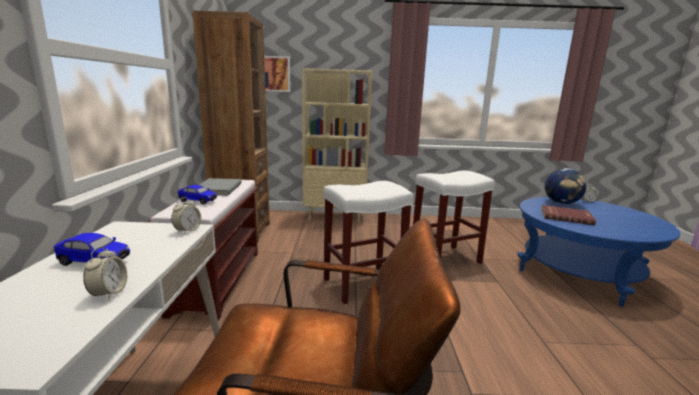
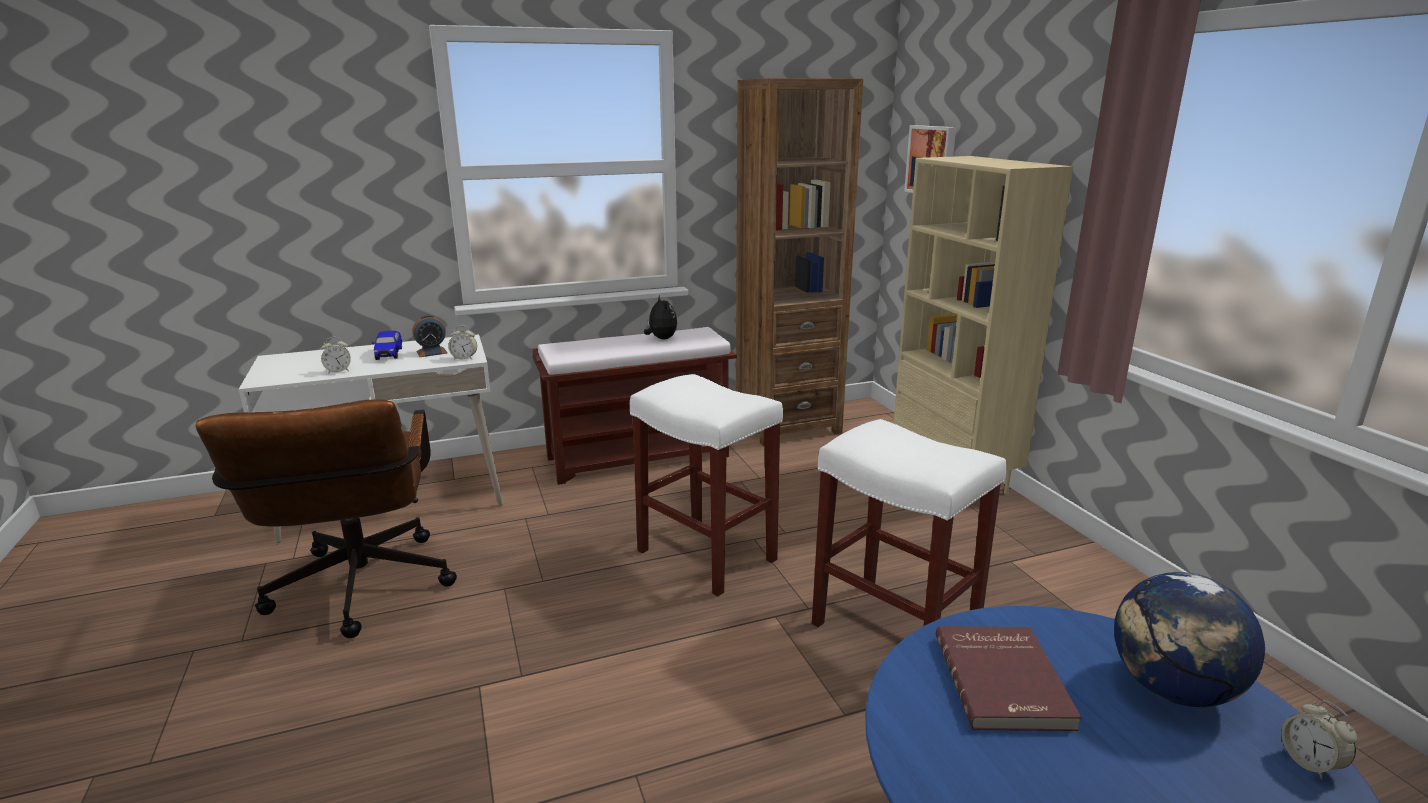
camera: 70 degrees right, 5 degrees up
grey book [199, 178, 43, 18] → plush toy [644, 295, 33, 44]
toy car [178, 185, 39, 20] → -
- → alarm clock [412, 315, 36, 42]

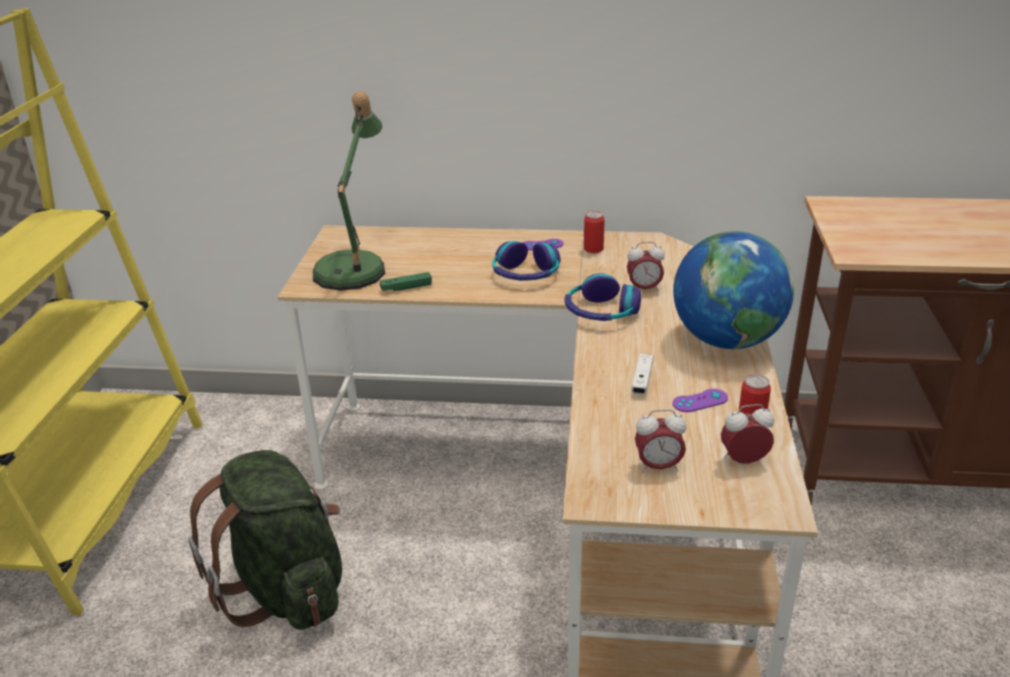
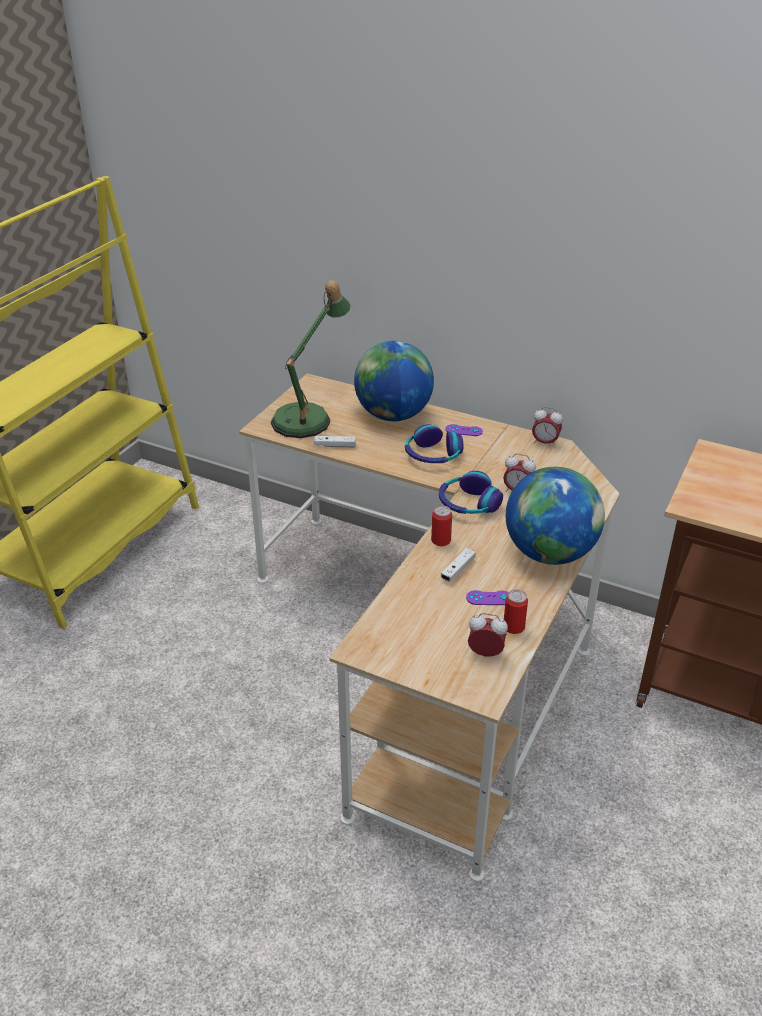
camera: 20 degrees right, 5 degrees up
can [584, 211, 21, 42] → can [431, 506, 21, 40], move
green game controller [380, 272, 52, 19] → white game controller [314, 436, 42, 11]
alarm clock [635, 409, 51, 64] → alarm clock [532, 407, 31, 40], move
green backpack [188, 450, 154, 180] → -
- → globe [354, 341, 80, 80]

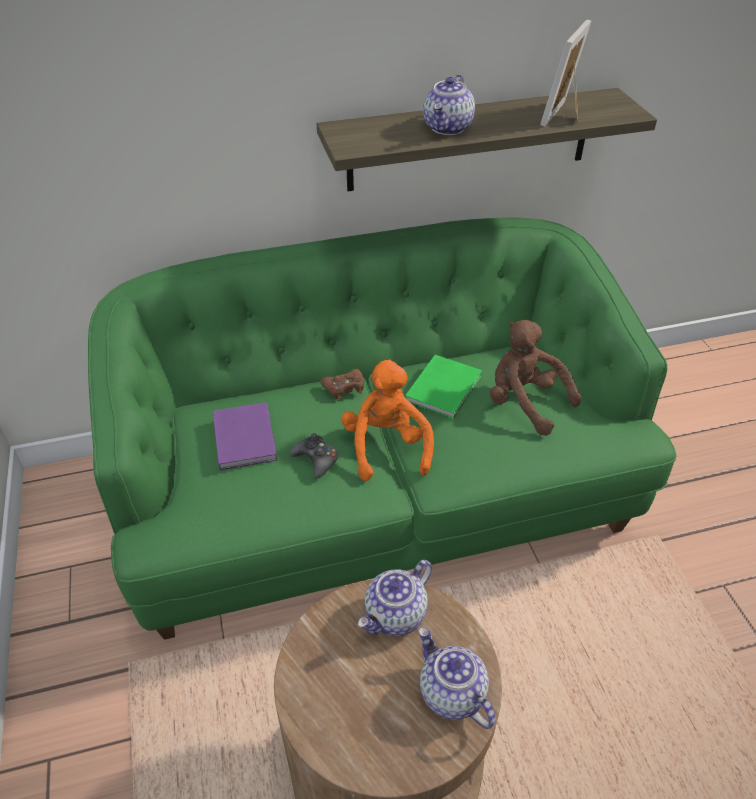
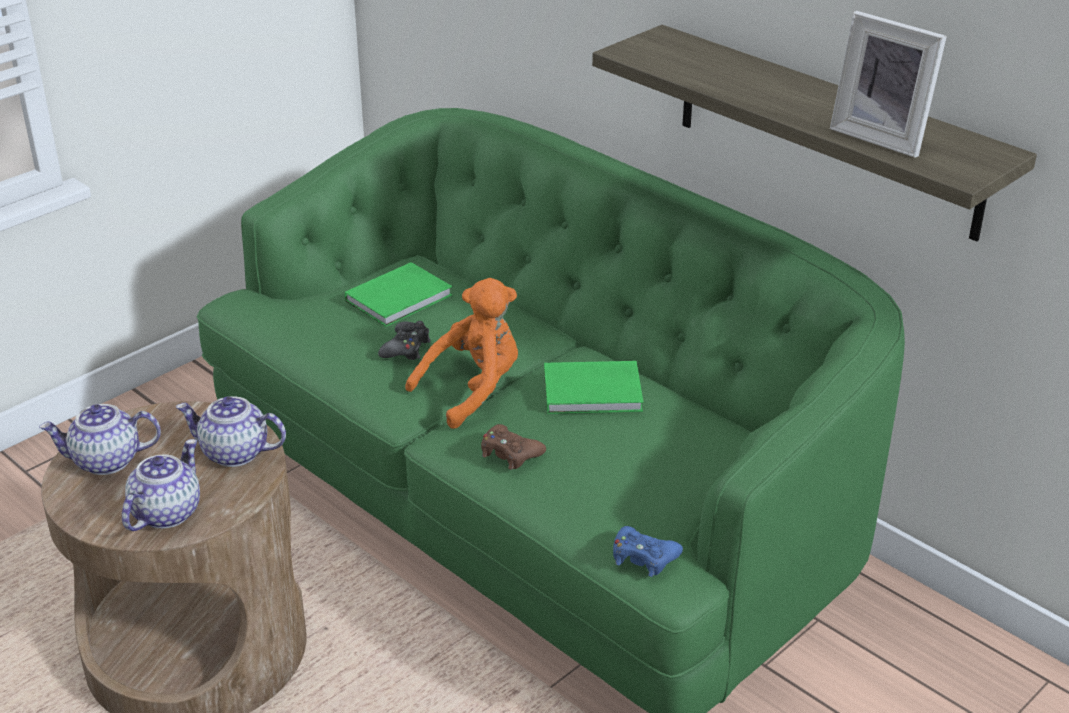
camera: 60 degrees right, 10 degrees down
picture frame [540, 20, 51, 107] → picture frame [830, 11, 117, 147], 135 degrees counterclockwise
teapot [423, 75, 52, 60] → teapot [39, 404, 122, 71], move
brown plush toy [490, 320, 92, 116] → -
brown game controller [320, 369, 44, 31] → brown game controller [481, 424, 65, 46], move
purple book [213, 402, 64, 68] → green book [345, 262, 107, 65]
- → blue game controller [613, 526, 70, 51]

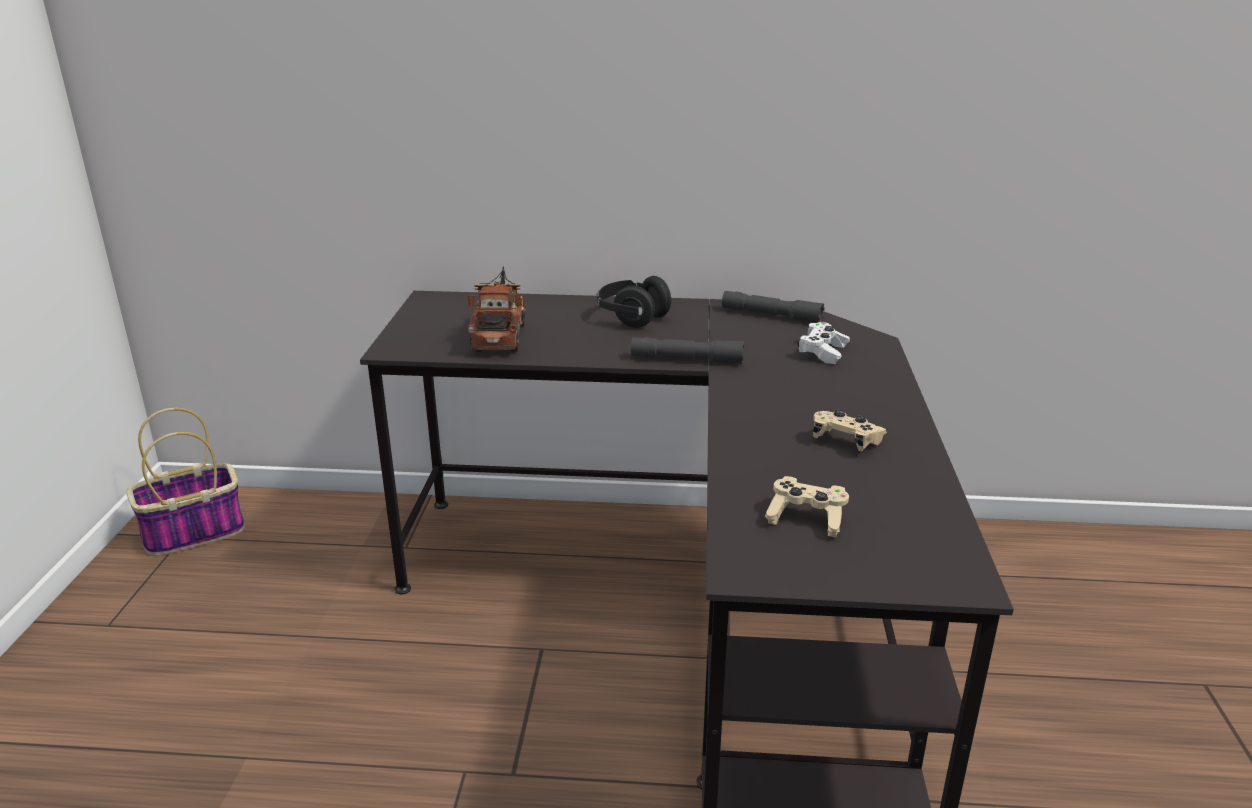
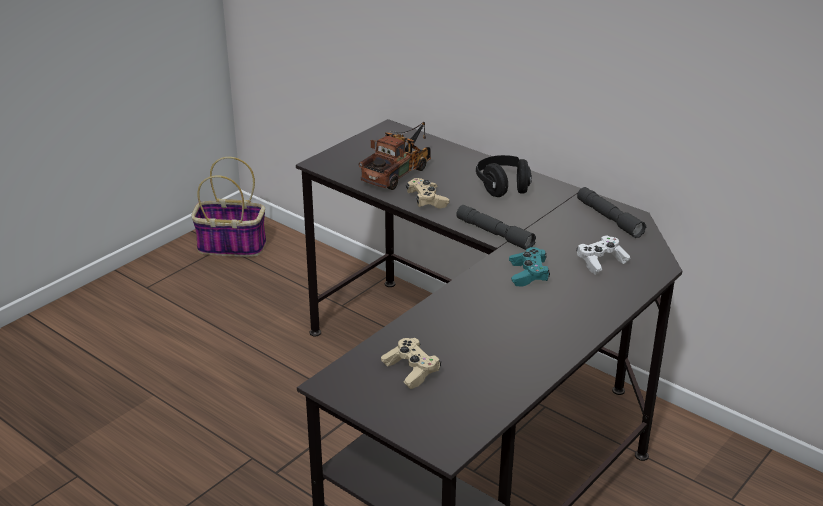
camera: 35 degrees right, 5 degrees up
beige game controller [813, 410, 74, 41] → beige game controller [406, 178, 43, 31], move
- → turquoise game controller [509, 247, 41, 39]

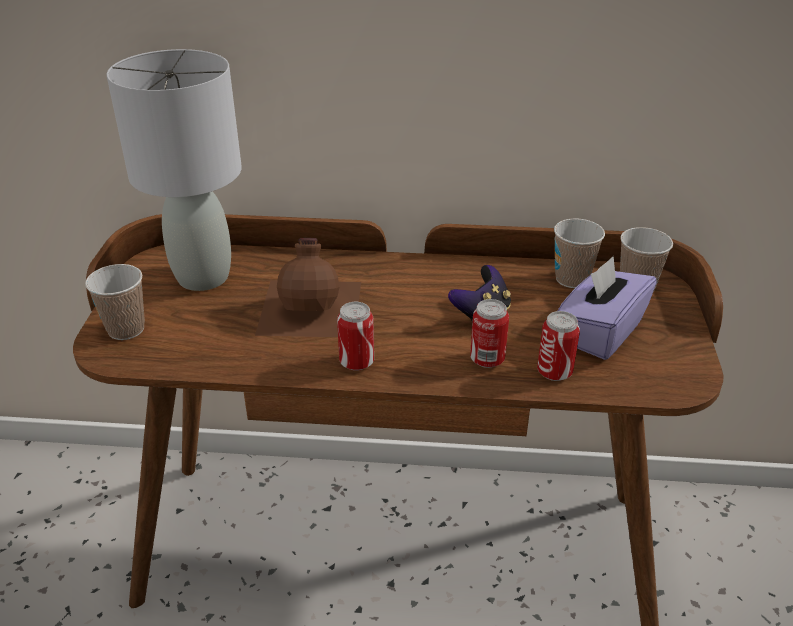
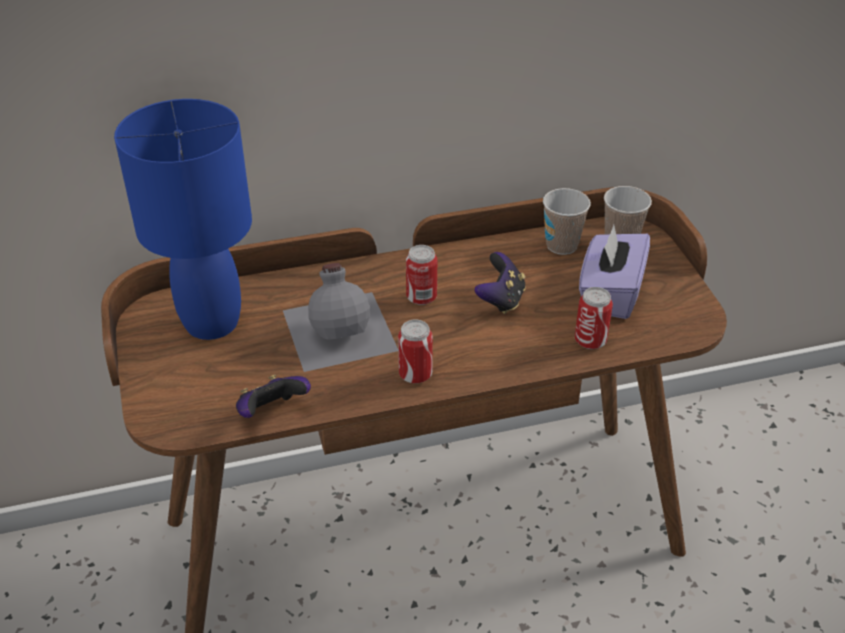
camera: 20 degrees left, 5 degrees up
grey table lamp [107, 49, 135, 242] → blue table lamp [114, 99, 138, 241]
brown bottle [255, 238, 106, 99] → grey bottle [283, 263, 115, 109]
cup [85, 264, 60, 76] → -
can [470, 299, 39, 69] → can [406, 245, 31, 60], move
- → game controller [236, 375, 75, 43]

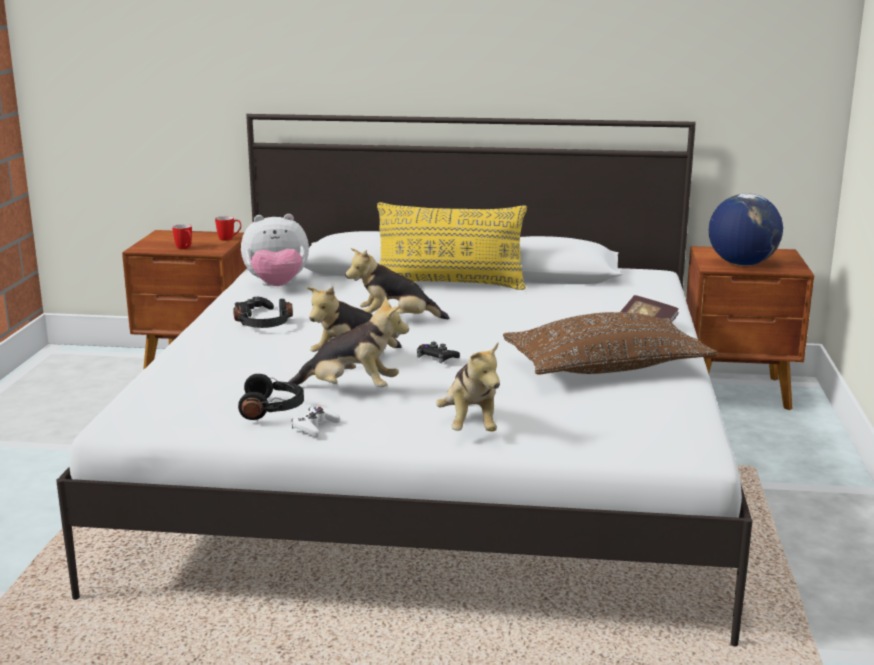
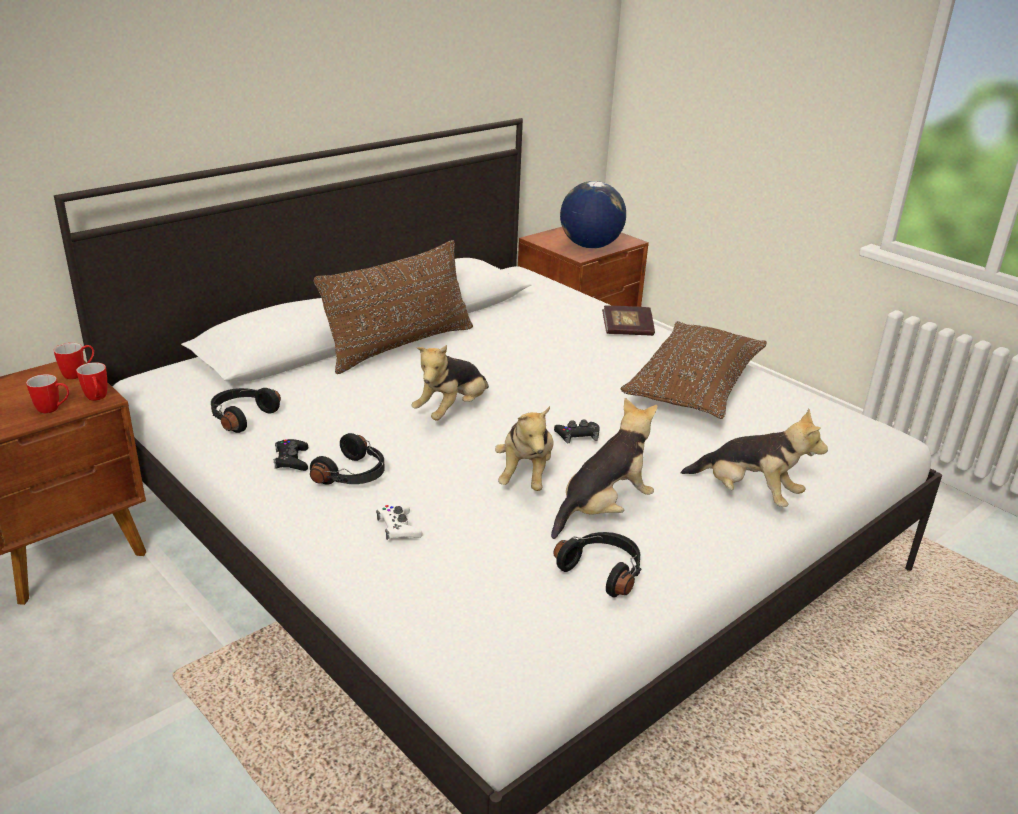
camera: 50 degrees left, 10 degrees up
yellow pillow [377, 202, 150, 88] → brown pillow [314, 240, 159, 134]
plush toy [241, 214, 68, 72] → black headphones [211, 388, 70, 45]
white game controller [291, 407, 49, 31] → white game controller [376, 504, 46, 36], move
- → mug [76, 362, 31, 39]

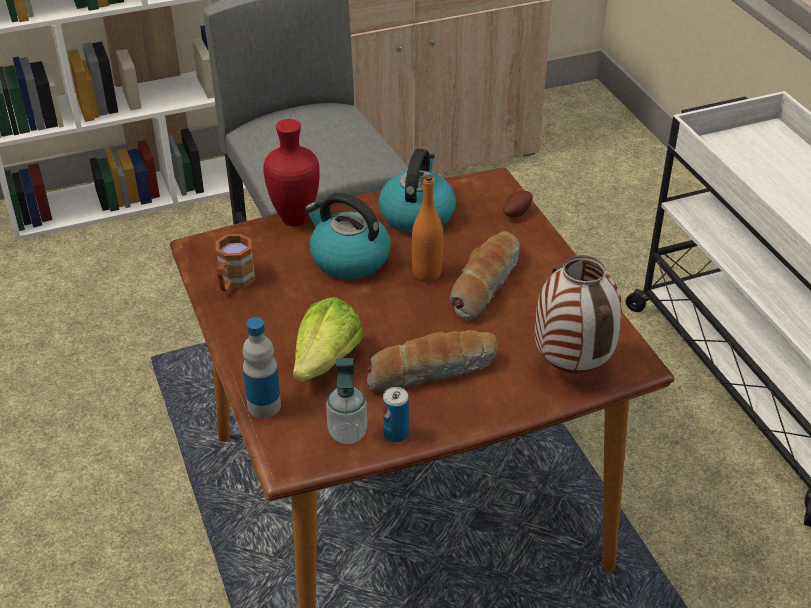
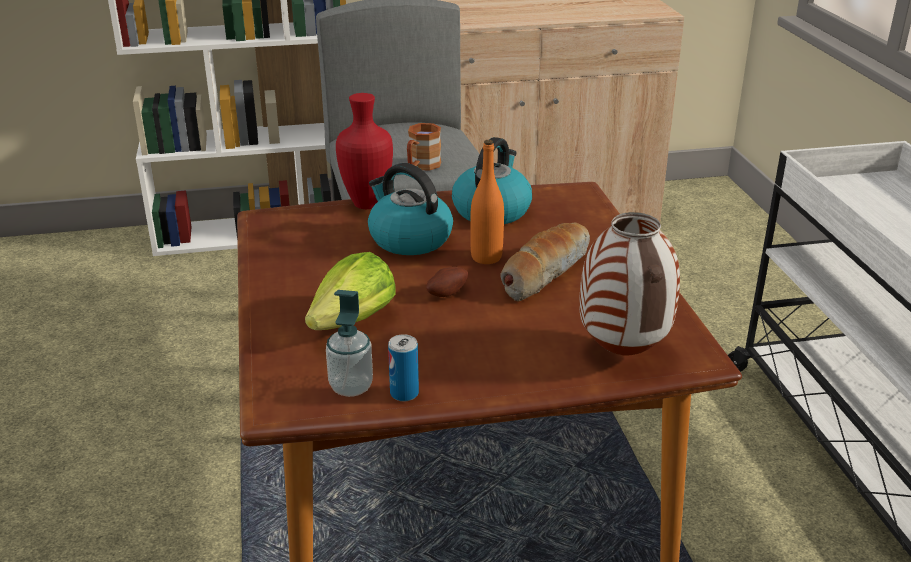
camera: 10 degrees right, 10 degrees down
potato [503, 190, 30, 28] → potato [426, 267, 42, 30], move
brown mug [215, 234, 40, 57] → brown mug [407, 123, 34, 48], move
bottle [243, 317, 38, 101] → -
bread [367, 330, 131, 62] → -

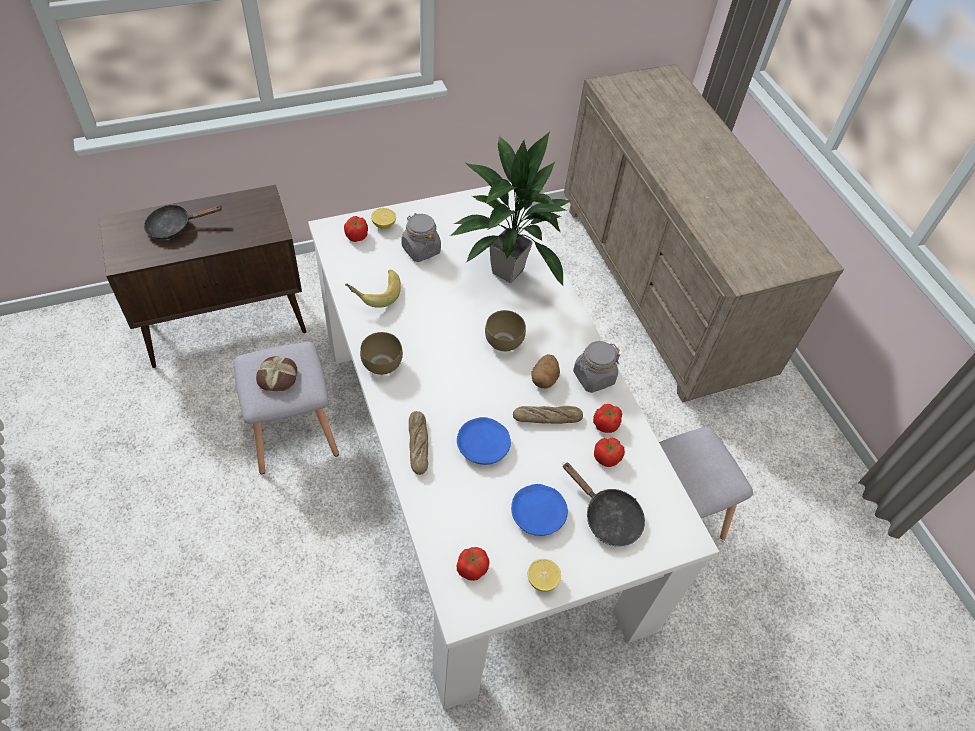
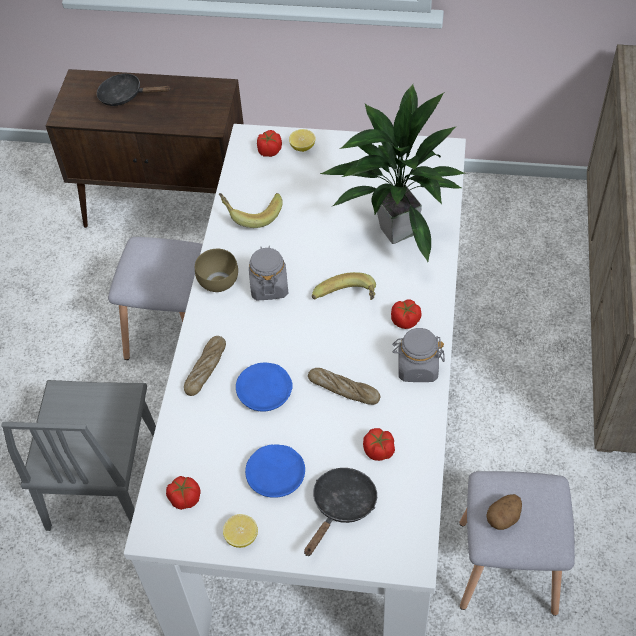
camera: 35 degrees right, 0 degrees up
grey jar [401, 213, 40, 49] → grey jar [249, 246, 39, 55], move
brown bowl [485, 310, 41, 41] → banana [312, 272, 64, 28]
potato [532, 354, 28, 34] → potato [486, 494, 36, 36], move
bread [256, 356, 41, 35] → -
tomato [593, 404, 29, 29] → tomato [391, 299, 30, 30], move
black frying pan [563, 462, 82, 85] → black frying pan [304, 468, 73, 88], 135 degrees counterclockwise
- → grey chair [1, 380, 155, 151]

